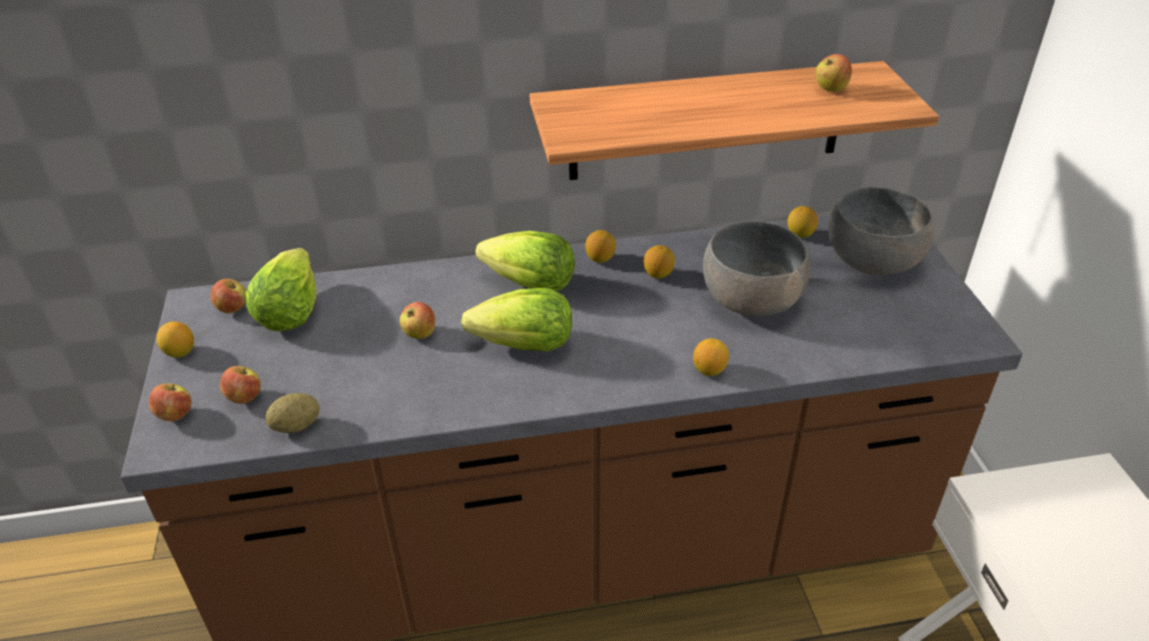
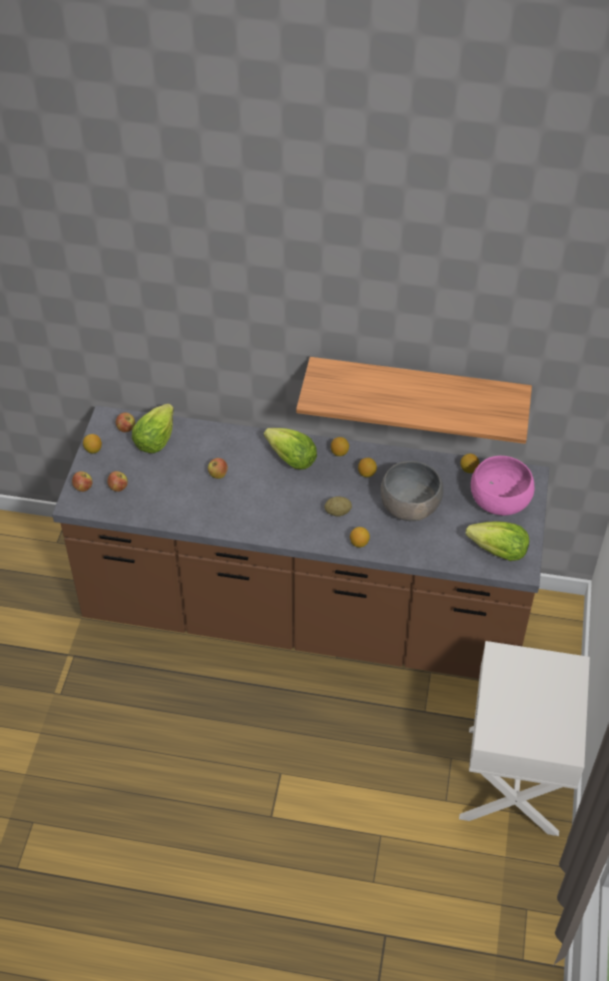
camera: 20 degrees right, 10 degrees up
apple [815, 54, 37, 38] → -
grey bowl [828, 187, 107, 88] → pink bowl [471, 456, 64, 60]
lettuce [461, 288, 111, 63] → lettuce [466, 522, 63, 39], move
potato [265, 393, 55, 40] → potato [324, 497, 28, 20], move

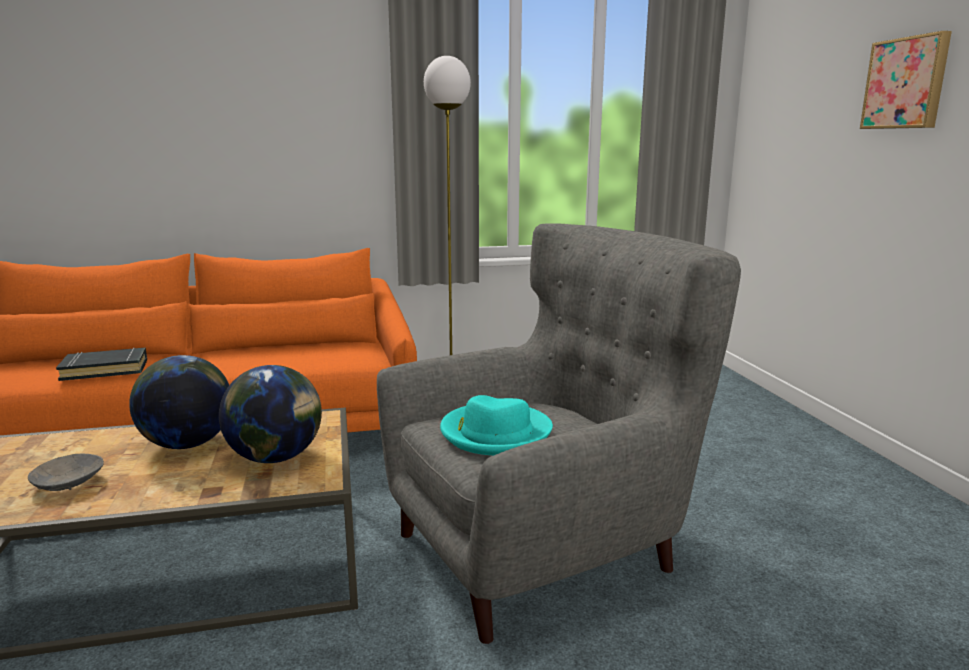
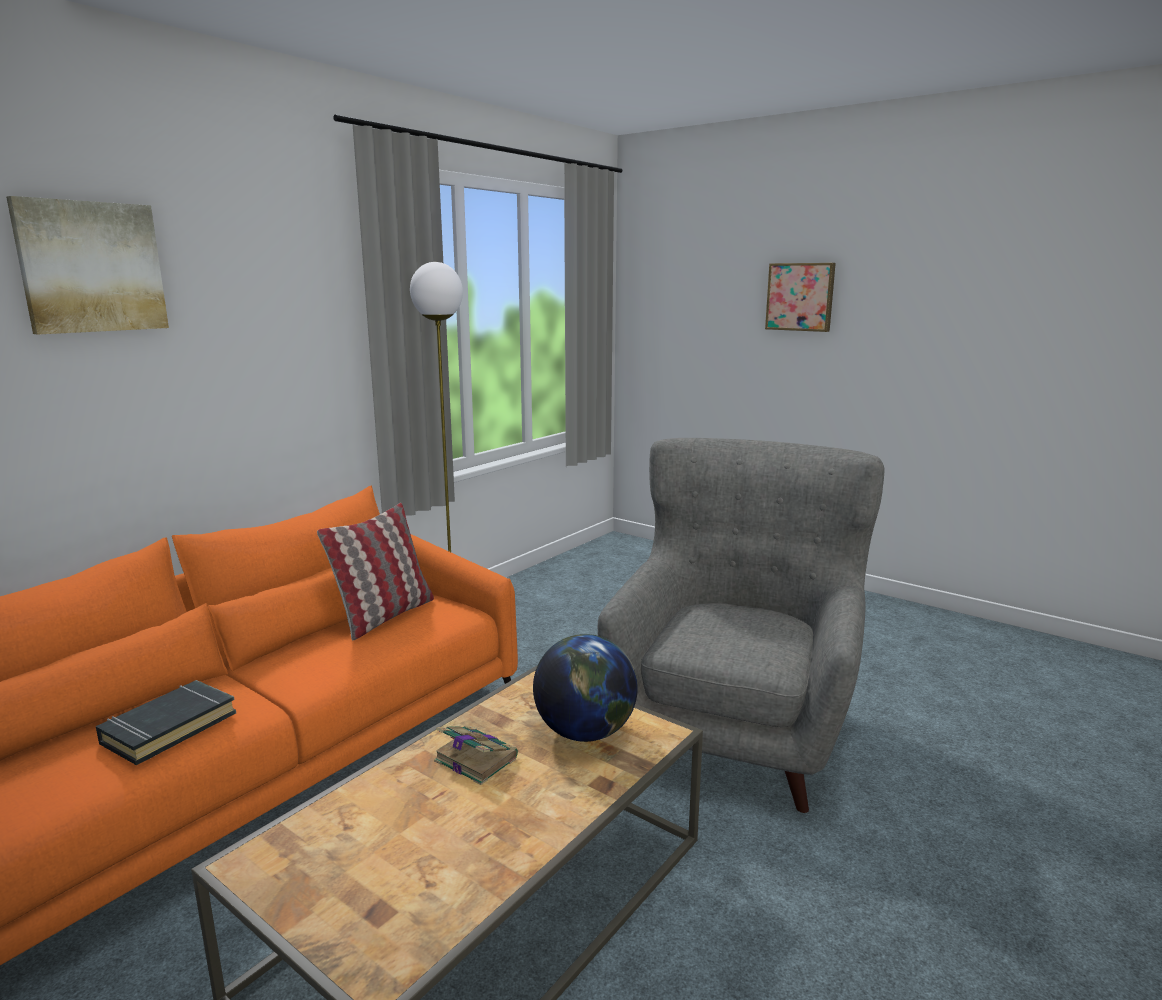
camera: 40 degrees left, 0 degrees up
globe [129, 355, 100, 94] → book [434, 726, 84, 59]
turquoise hat [440, 395, 113, 60] → -
grey bowl [28, 454, 76, 37] → -
- → picture [6, 196, 163, 139]
- → pillow [317, 503, 117, 137]

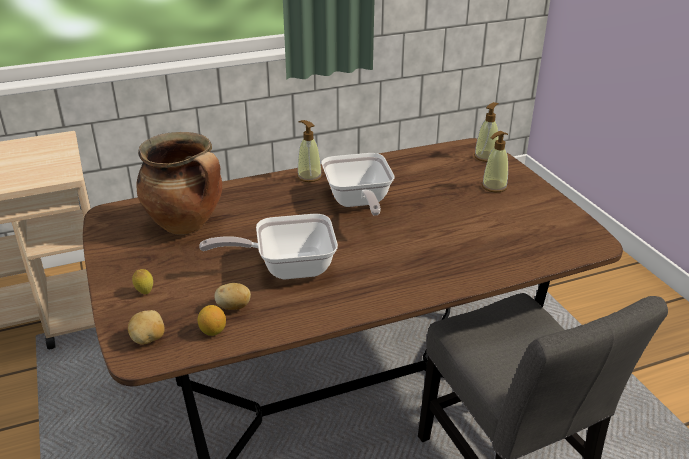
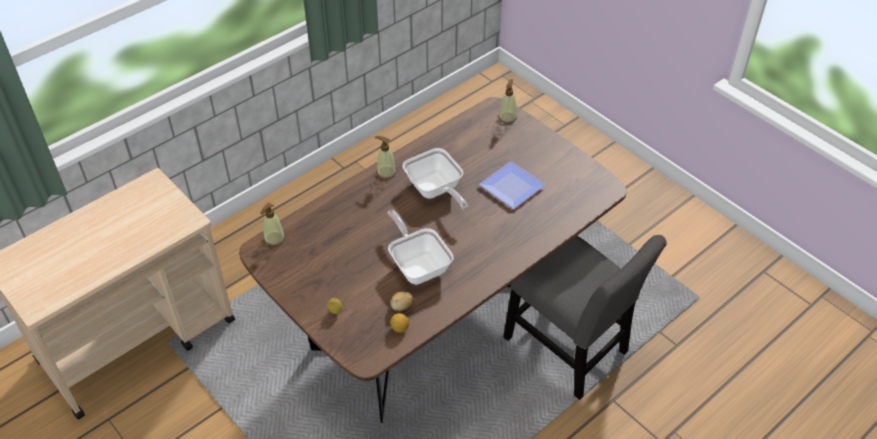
camera: 20 degrees left, 15 degrees up
soap dispenser [482, 131, 26, 61] → soap dispenser [260, 203, 25, 44], move
cooking pot [137, 132, 85, 102] → -
frying pan [199, 214, 139, 65] → frying pan [387, 210, 67, 75], 90 degrees clockwise
potato [128, 310, 37, 34] → -
- → plate [479, 161, 67, 48]

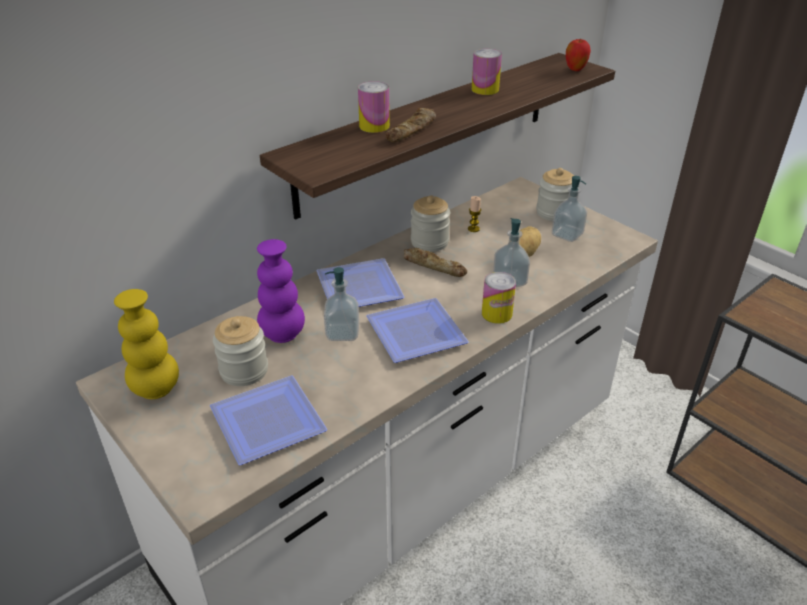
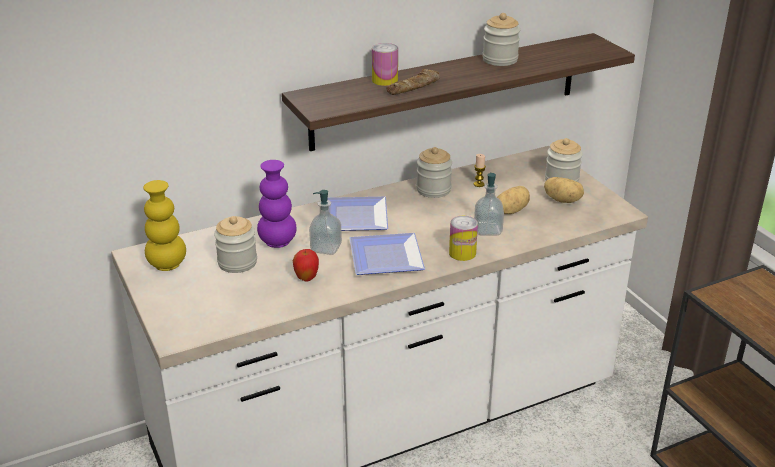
camera: 15 degrees right, 5 degrees down
apple [566, 38, 25, 33] → apple [293, 249, 26, 33], move
can [472, 49, 30, 46] → jar [482, 13, 38, 53]
soap dispenser [552, 176, 35, 66] → potato [544, 177, 40, 26]
bread [404, 248, 63, 29] → -
plate [210, 375, 118, 90] → -

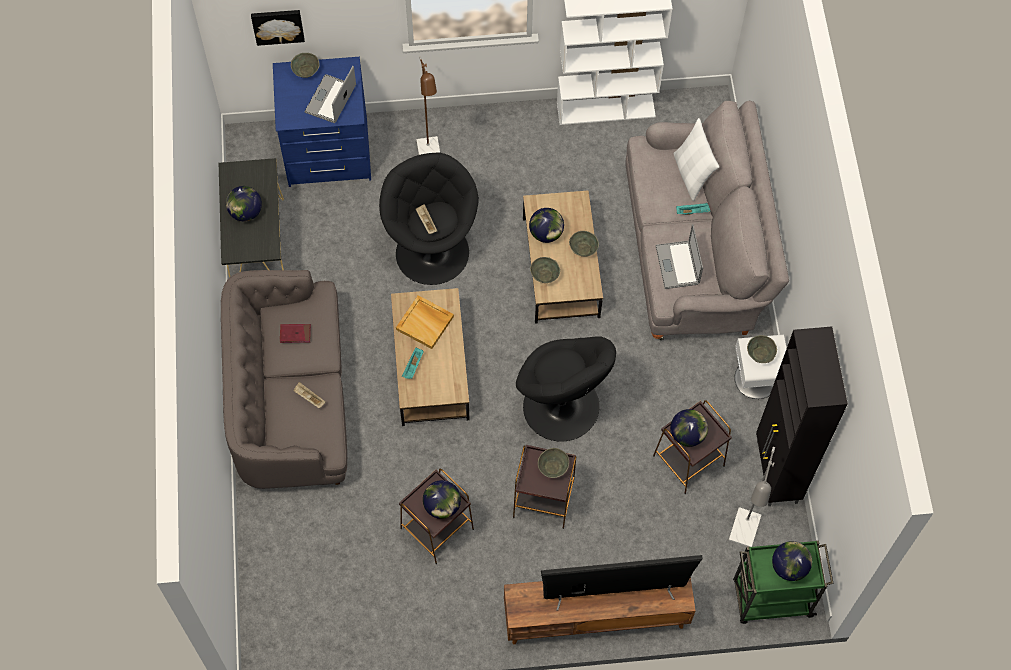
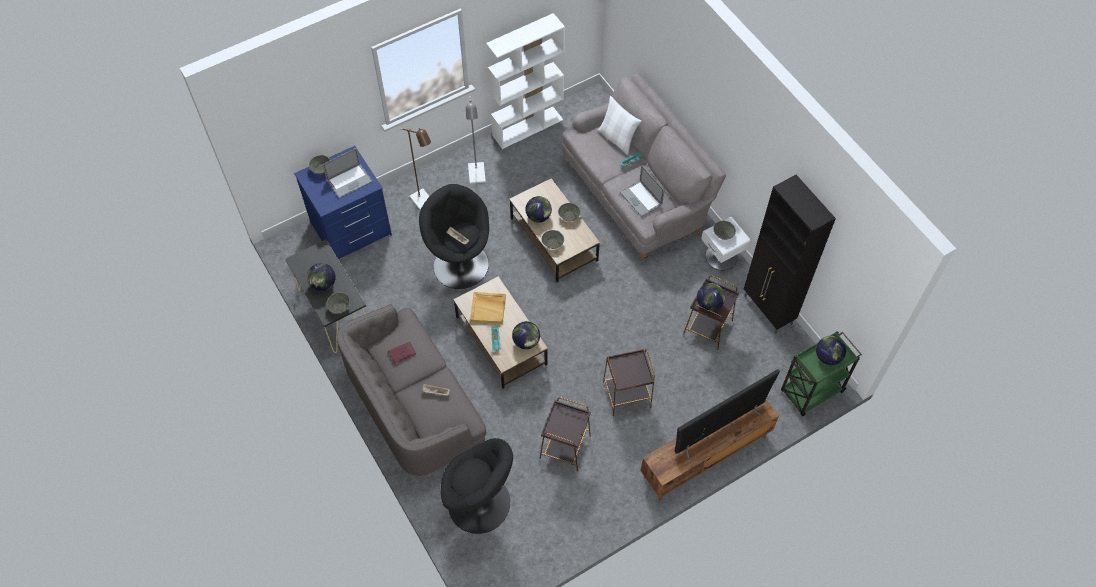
camera: 25 degrees left, 5 degrees down
picture [251, 10, 54, 36] → -
laptop [304, 66, 52, 57] → laptop [322, 148, 50, 50], 120 degrees counterclockwise
black armchair [516, 336, 100, 106] → black armchair [441, 438, 72, 96], move
grey floor lamp [729, 447, 46, 100] → grey floor lamp [466, 96, 20, 88], move
grey bowl [538, 448, 31, 30] → grey bowl [327, 292, 23, 21], move
globe [423, 480, 38, 39] → globe [512, 321, 28, 28], move

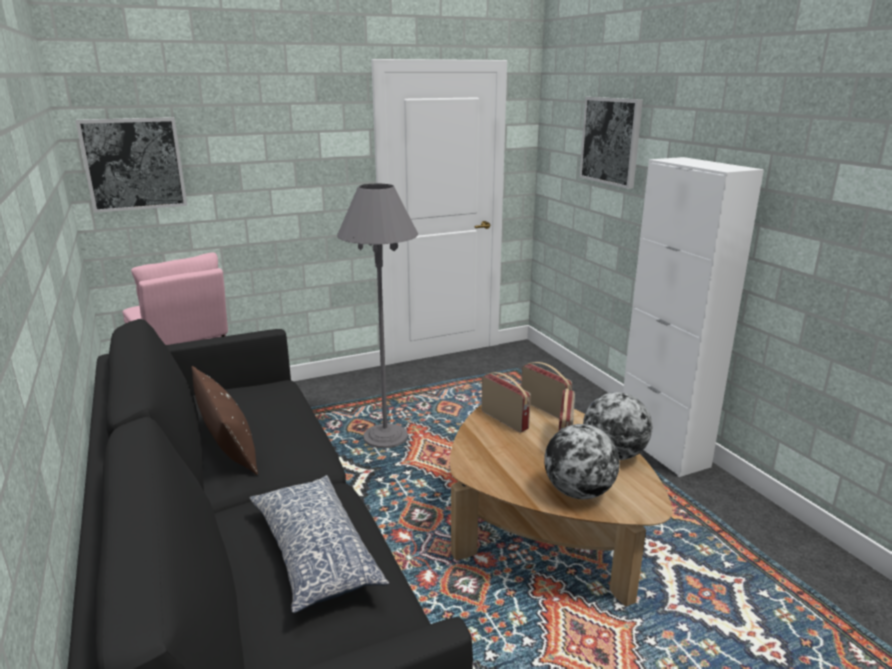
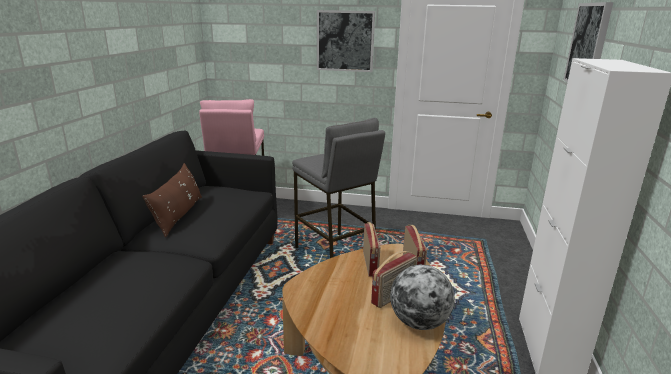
camera: 35 degrees right, 0 degrees up
picture [75, 117, 112, 96] → picture [317, 10, 58, 62], move
grey floor lamp [337, 184, 81, 264] → grey stool [292, 118, 93, 140]
globe [544, 424, 76, 75] → -
pillow [249, 475, 140, 138] → -

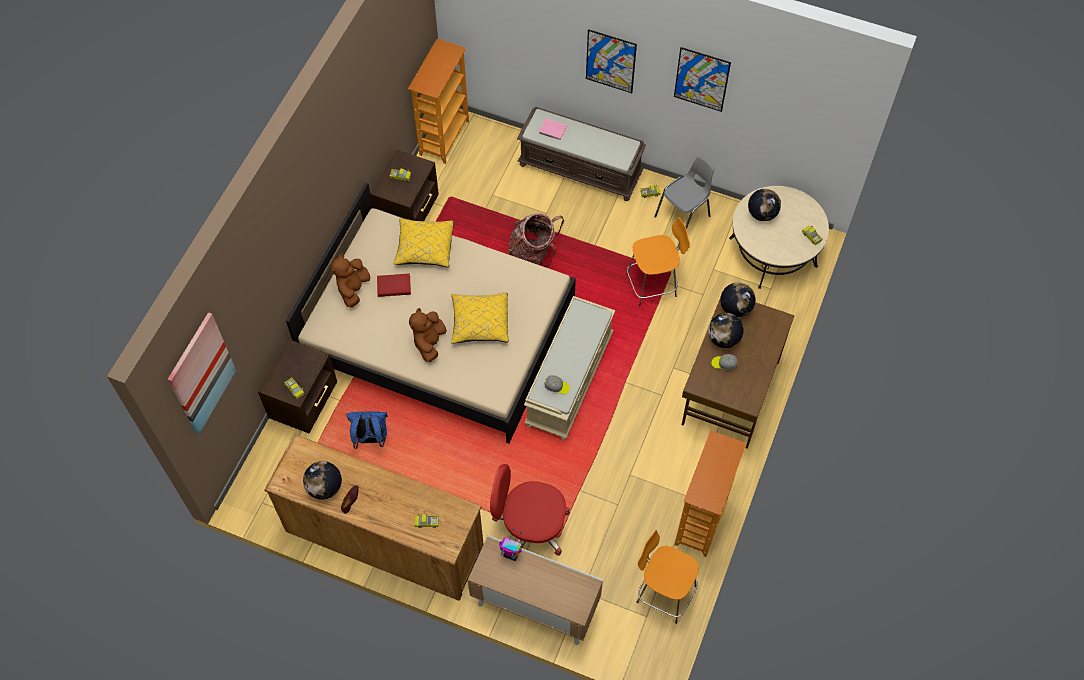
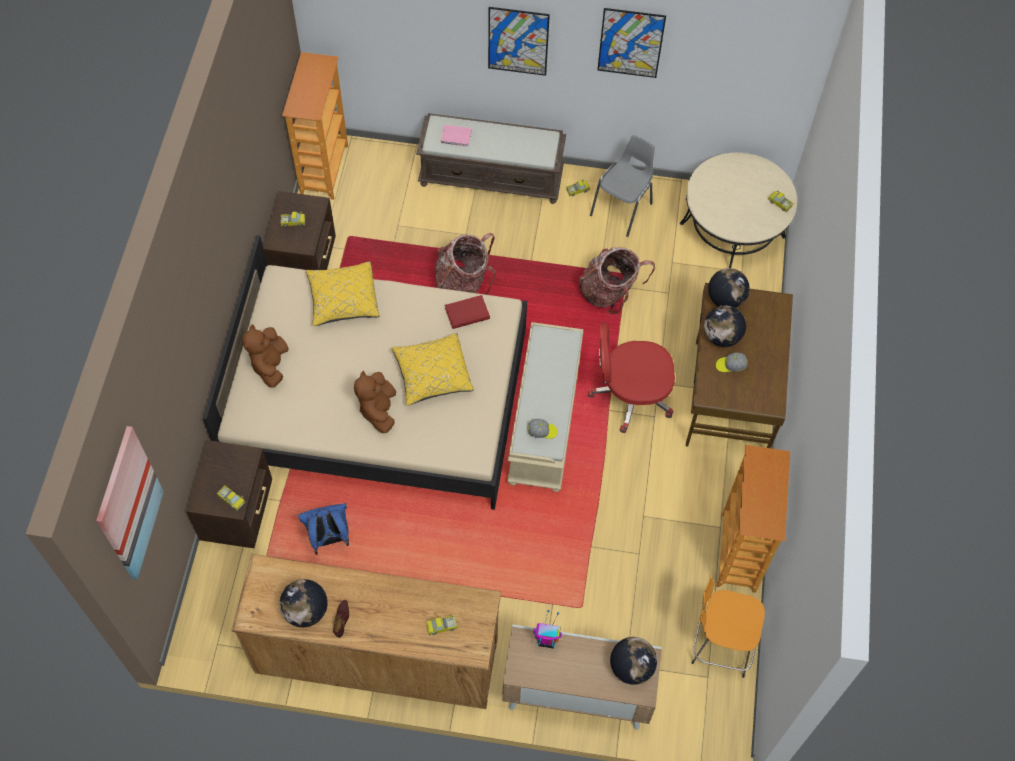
camera: 15 degrees left, 0 degrees up
globe [748, 189, 33, 32] → globe [610, 637, 47, 48], move
orange stool [626, 217, 64, 89] → backpack [579, 247, 76, 67]
red book [377, 273, 34, 24] → red book [445, 295, 45, 34], move
red office chair [490, 464, 80, 92] → red office chair [588, 322, 87, 111], move

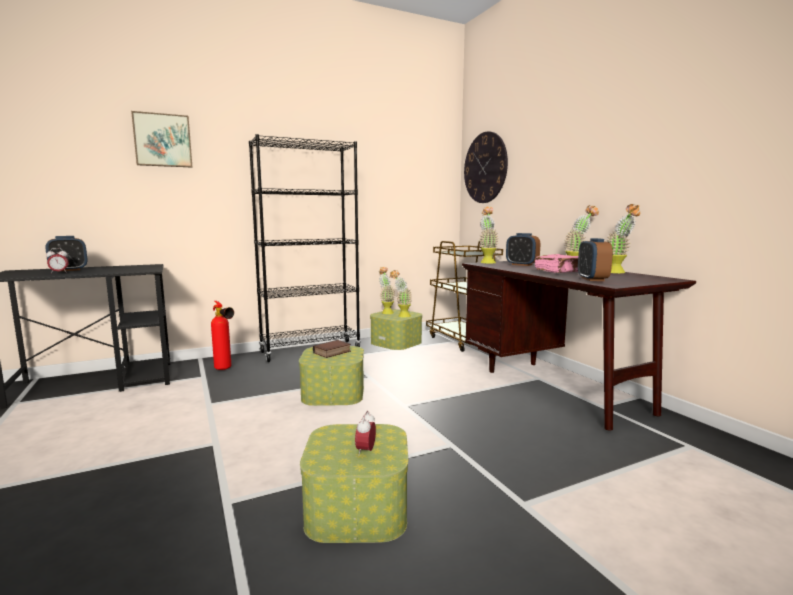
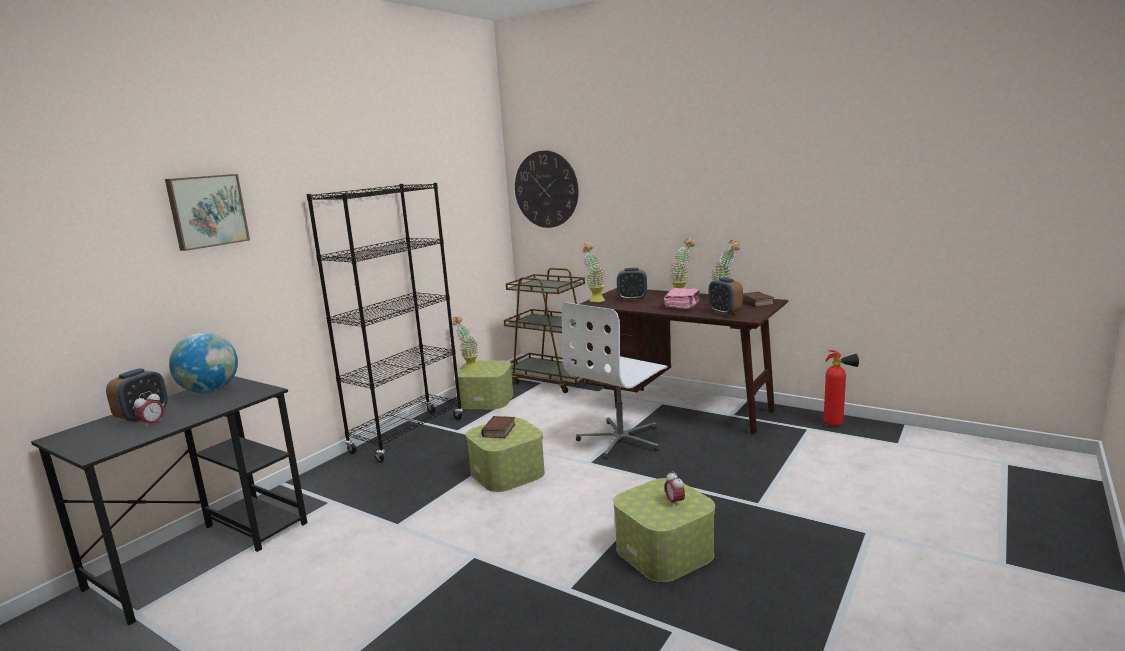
camera: 30 degrees left, 5 degrees up
potted plant [390, 270, 22, 48] → -
fire extinguisher [211, 301, 23, 69] → fire extinguisher [824, 350, 35, 76], move
- → book [743, 292, 31, 15]
- → white office chair [562, 302, 106, 157]
- → globe [169, 333, 69, 60]

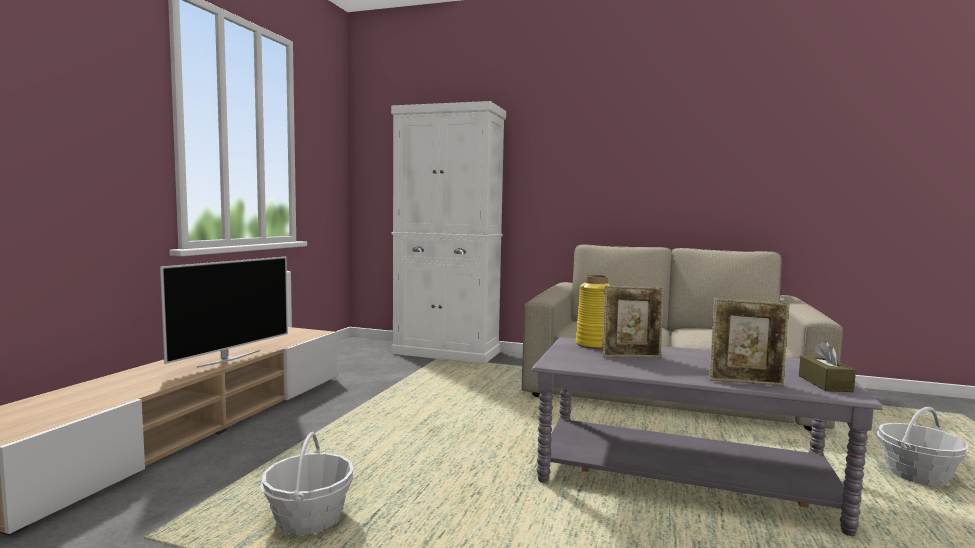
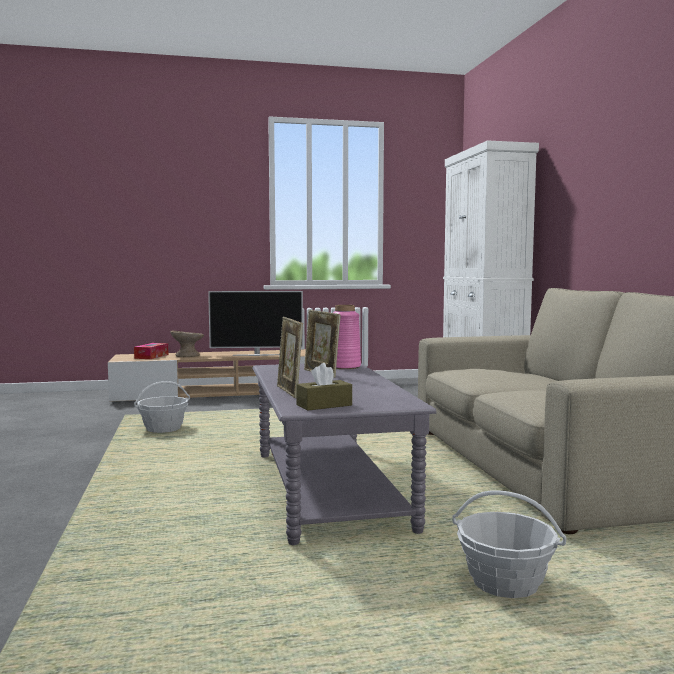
camera: 60 degrees right, 0 degrees up
yellow vase [576, 275, 35, 74] → pink vase [333, 305, 28, 64]
- → beige bowl [170, 331, 34, 26]
- → tissue box [134, 343, 34, 16]

